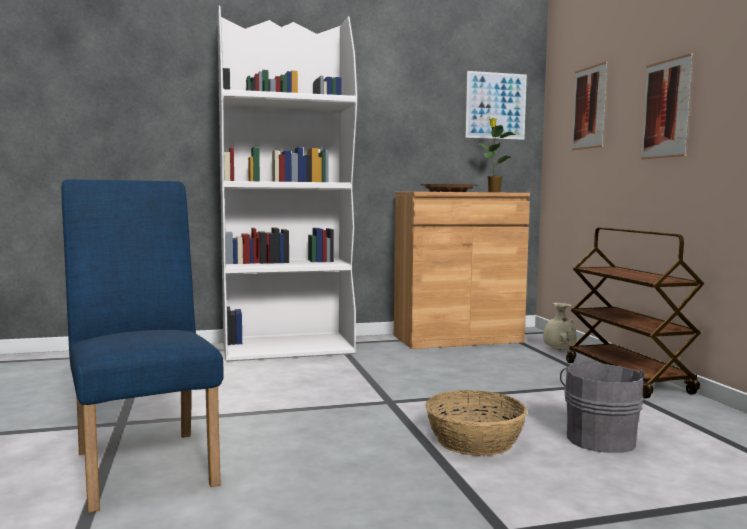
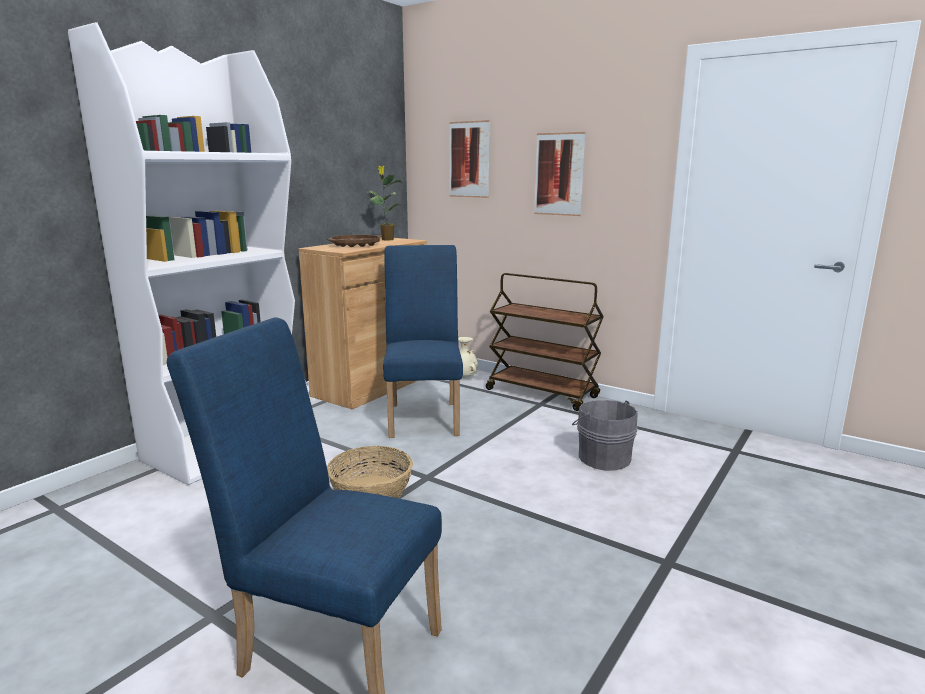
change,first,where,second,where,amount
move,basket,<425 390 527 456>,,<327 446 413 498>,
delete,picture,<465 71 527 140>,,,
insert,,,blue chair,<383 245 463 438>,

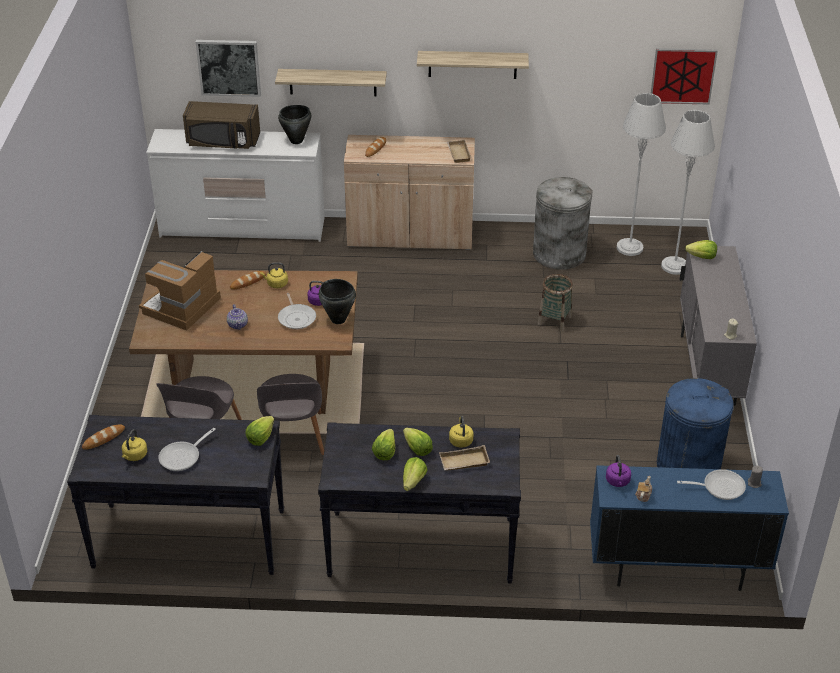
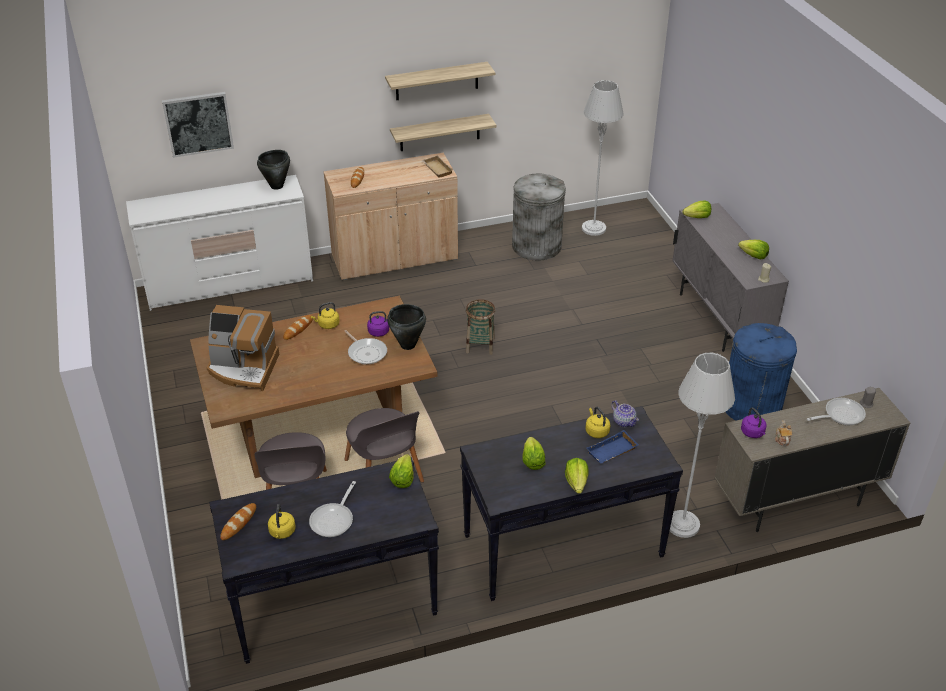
change,first,where,second,where,amount
rotate,coffee machine,<139 251 221 331>,,<206 305 279 391>,90 degrees counterclockwise
delete,brown microwave,<183 101 260 149>,,,
move,teapot,<227 304 248 330>,,<611 400 639 427>,
move,shelf,<275 69 387 96>,,<390 114 497 151>,
move,lettuce,<403 428 433 456>,,<738 240 769 260>,
recolor,beige tray,<439 445 490 470>,blue tray,<586 430 638 464>,
move,basket,<538 274 573 332>,,<466 299 495 355>,
recolor,blue cabinet,<590 465 789 591>,beige cabinet,<714 388 910 532>,
delete,picture,<651 48 718 105>,,,
move,grey floor lamp,<661 110 715 275>,,<670 352 735 538>,

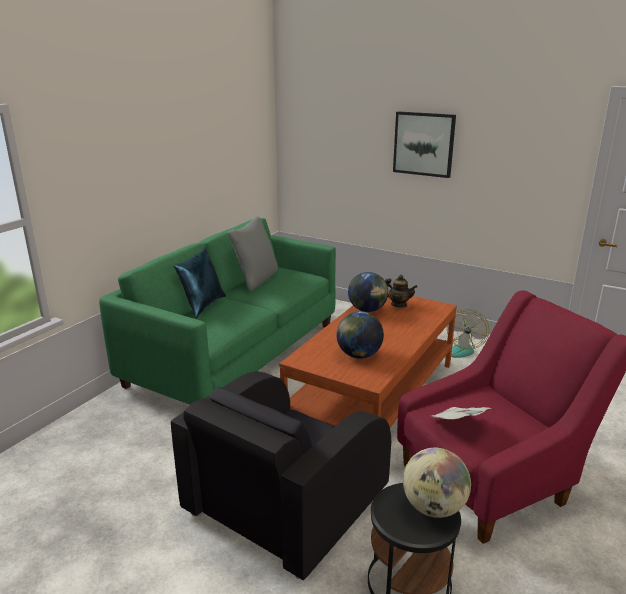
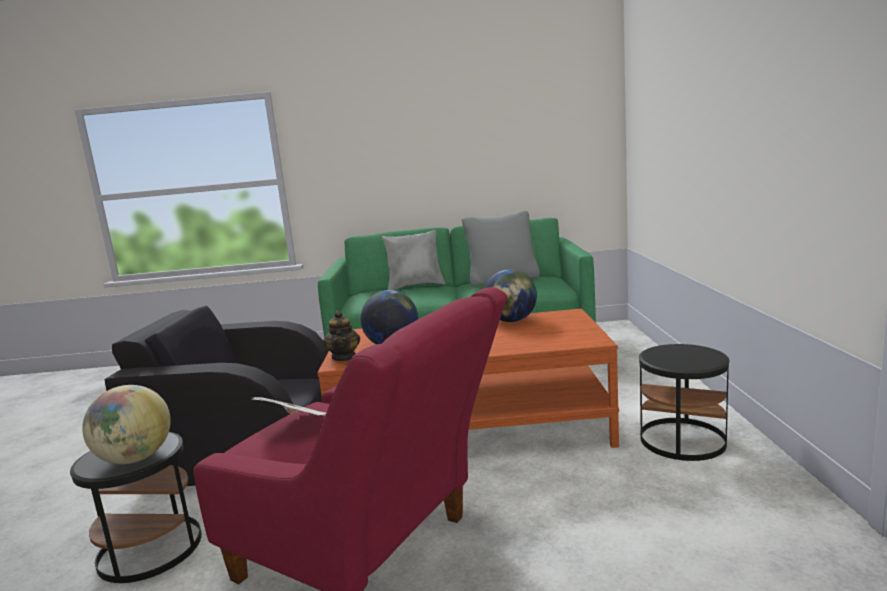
change,first,where,second,where,amount
recolor,blue pillow,<174 248 226 318>,grey pillow,<382 230 446 290>,
move,teapot,<385 275 417 307>,,<323 310 360 361>,
delete,picture,<393 111 456 178>,,,
replace,fan,<445 309 489 358>,black side table,<639 344 730 461>,

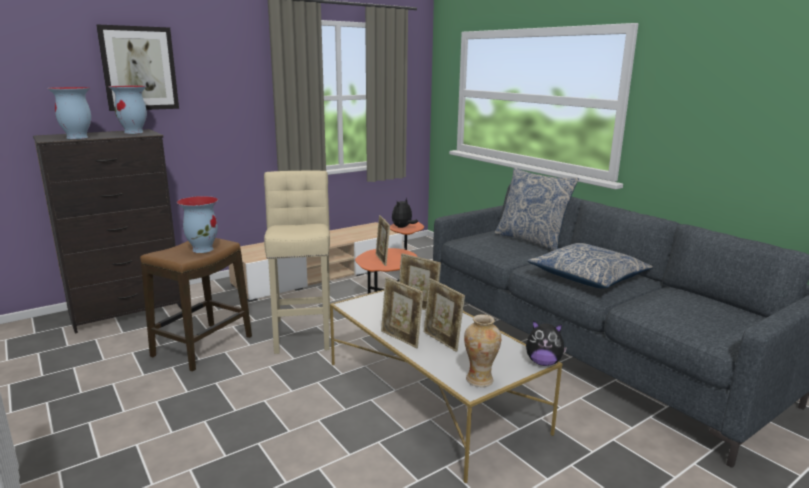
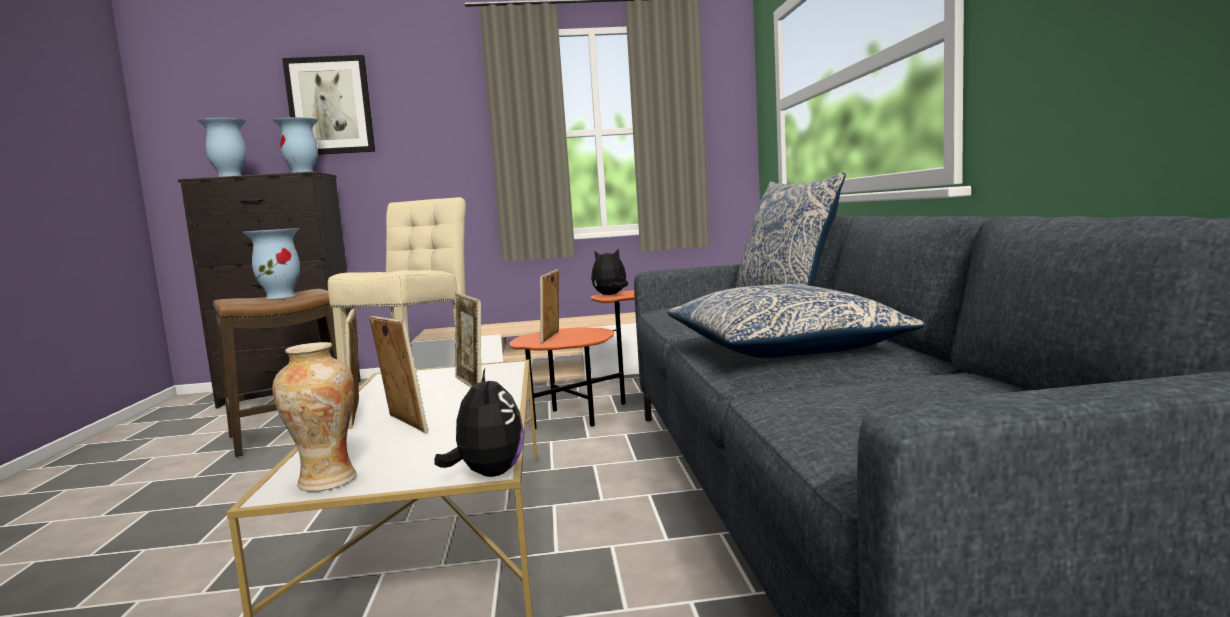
change,first,where,second,where,amount
rotate,picture frame,<424 278 465 352>,,<369 316 428 433>,150 degrees clockwise
rotate,plush toy,<526 320 567 366>,,<434 369 524 477>,150 degrees counterclockwise

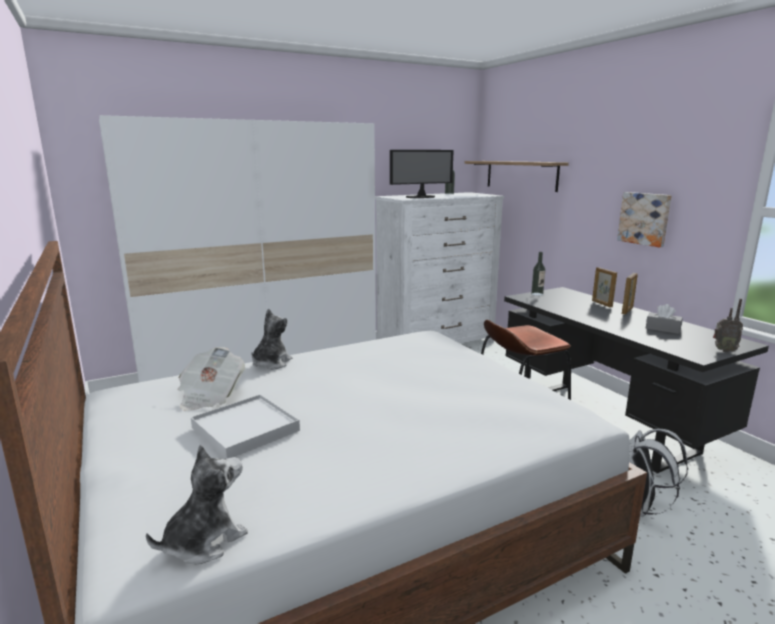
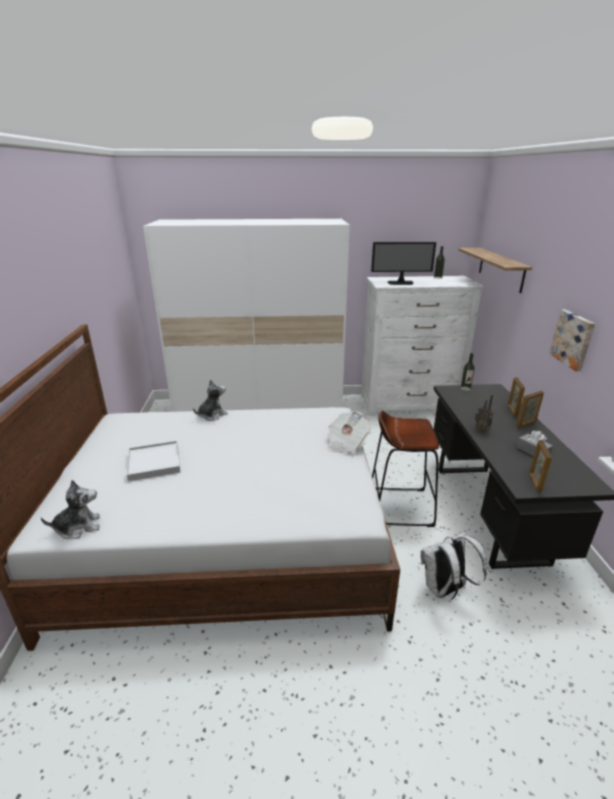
change,first,where,second,where,amount
move,newspaper,<177 347 245 411>,,<327 411 371 453>,
move,radio,<713 298 743 353>,,<475 394 493 432>,
insert,,,picture frame,<529 440 552 493>,

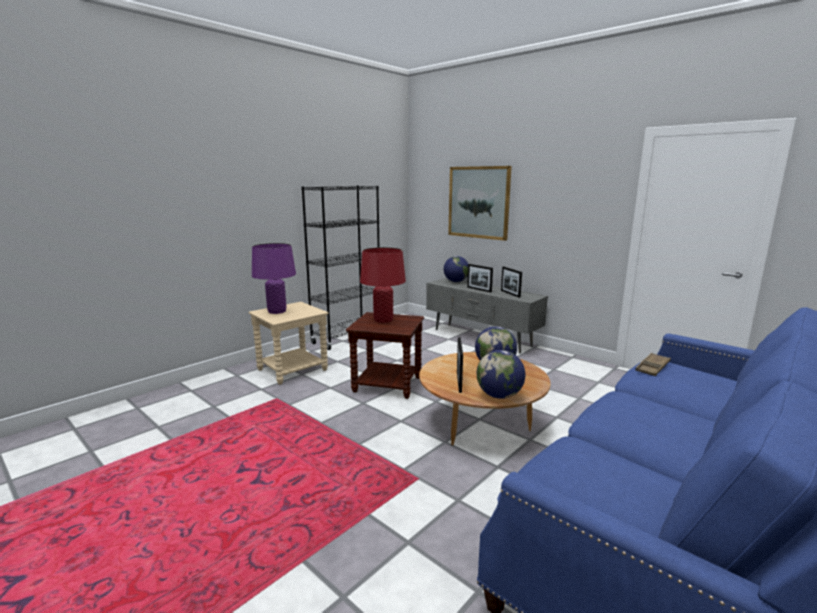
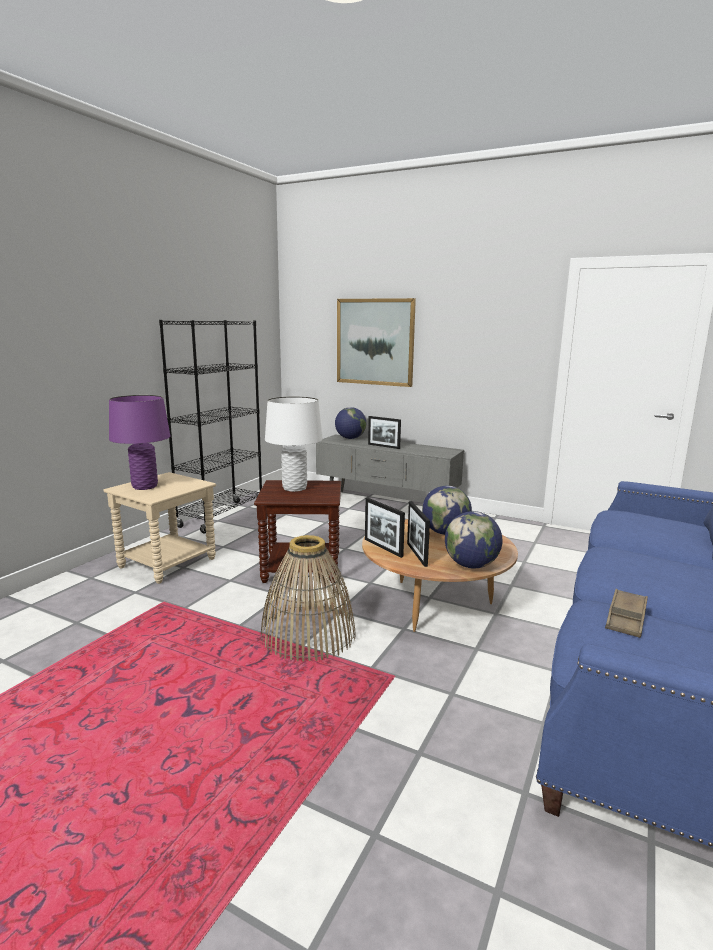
change,first,where,second,where,amount
recolor,red table lamp,<360 247 406 323>,white table lamp,<265 397 323 492>,
move,picture frame,<501 267 522 298>,,<365 498 405 558>,
move,brown tray,<635 353 671 376>,,<605 589 648 638>,
insert,,,basket,<261 535 356 662>,

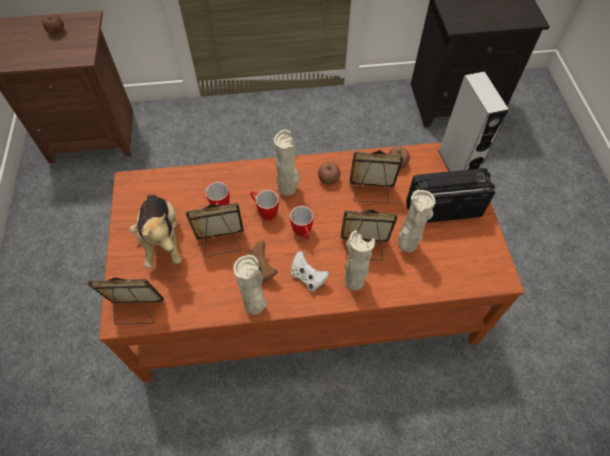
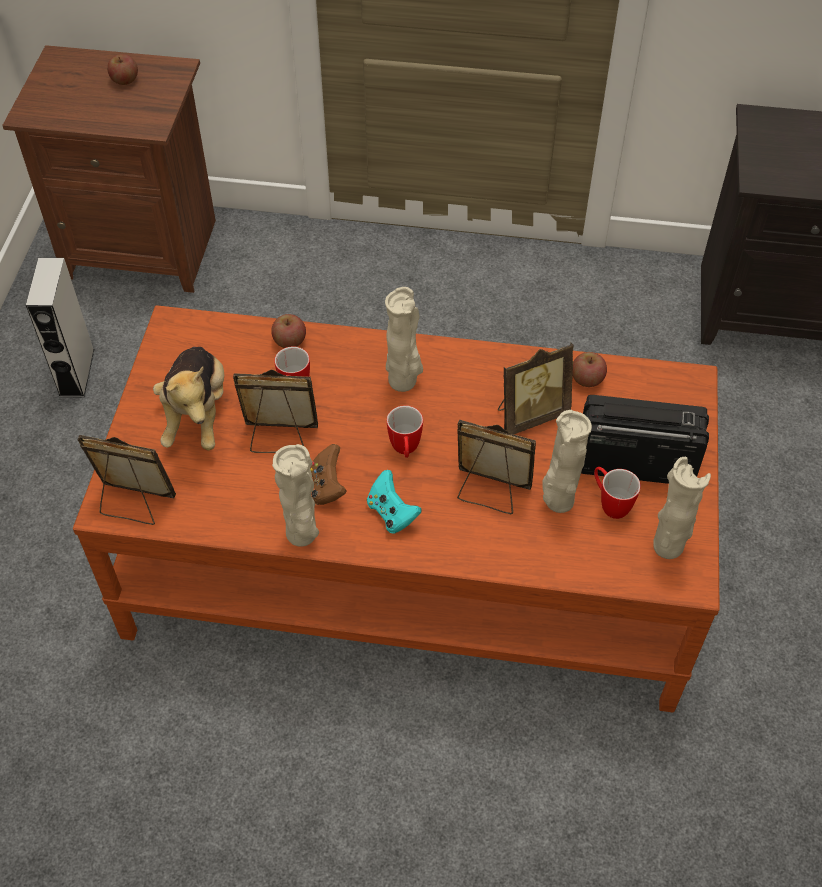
change,first,where,second,where,amount
move,mug,<251 190 279 220>,,<594 467 641 519>,
recolor,white game controller,<290 251 330 291>,turquoise game controller,<367 470 422 534>,
move,apple,<318 162 340 185>,,<271 314 306 348>,
move,beige vase,<344 230 375 291>,,<653 457 711 559>,
rotate,picture frame,<350 150 403 204>,,<498 343 574 434>,135 degrees clockwise
move,grey speaker,<438 71 509 172>,,<26 258 94 397>,

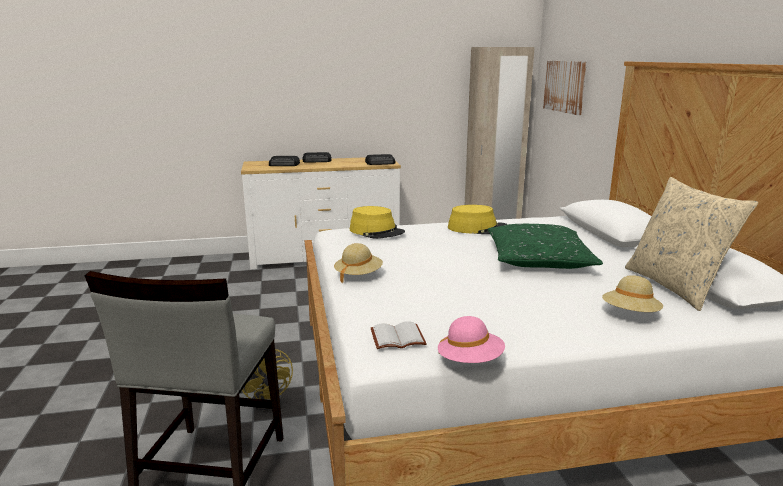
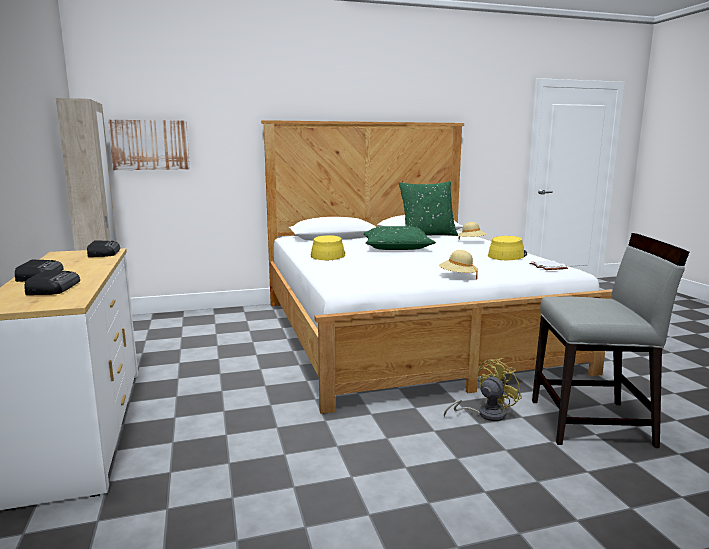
change,first,where,second,where,amount
move,yellow hat,<350 206 405 239>,,<488 236 527 260>,
delete,pink hat,<438 316 505 363>,,,
recolor,beige pillow,<625 177 758 311>,green pillow,<399 181 458 236>,

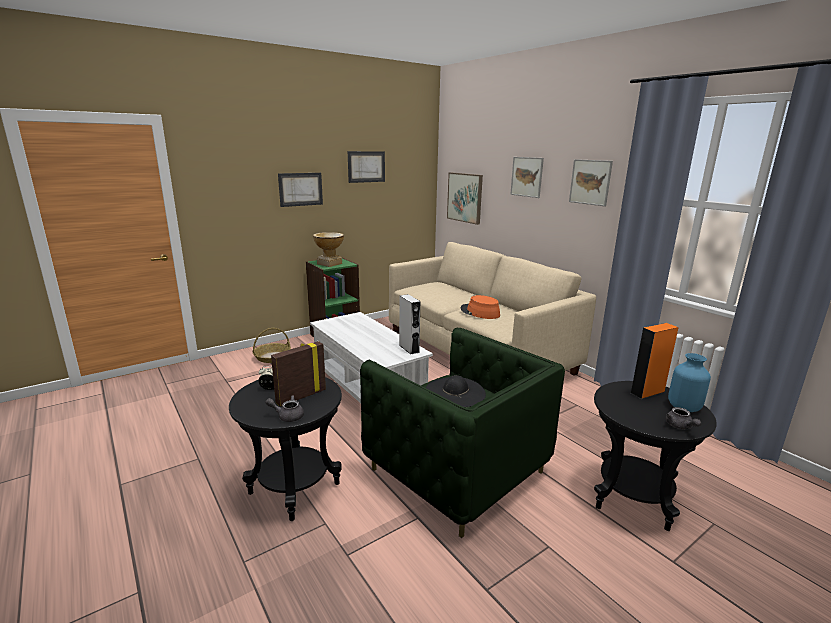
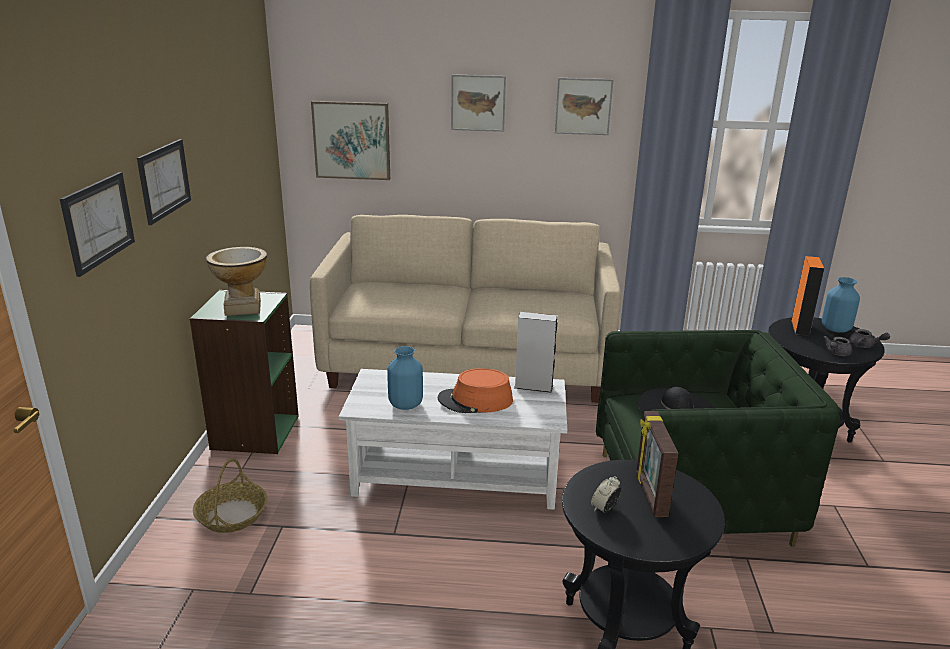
change,first,where,second,where,amount
move,grey teapot,<265 395 304 422>,,<823 336 852 356>,
move,picture,<348 151 385 183>,,<60 172 135 277>,
move,orange hat,<461 295 500 319>,,<438 368 513 413>,
insert,,,blue vase,<387 346 423 410>,

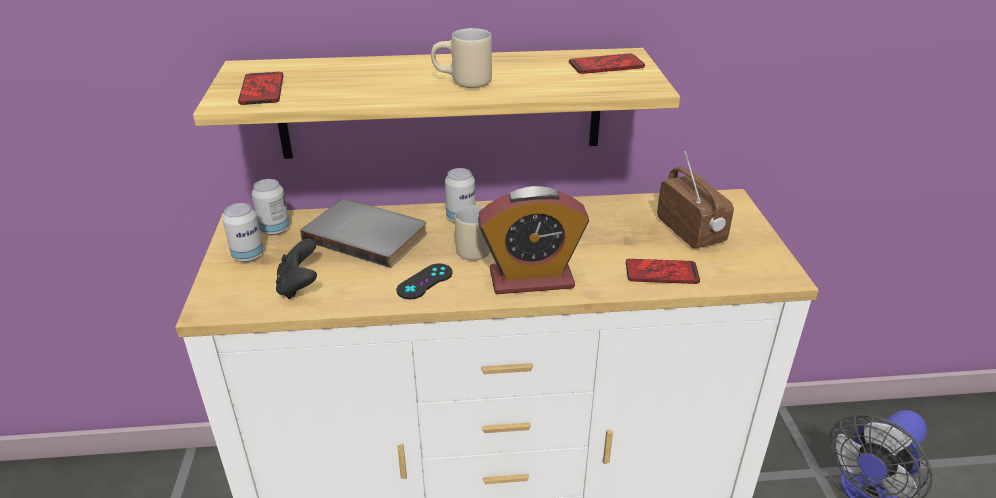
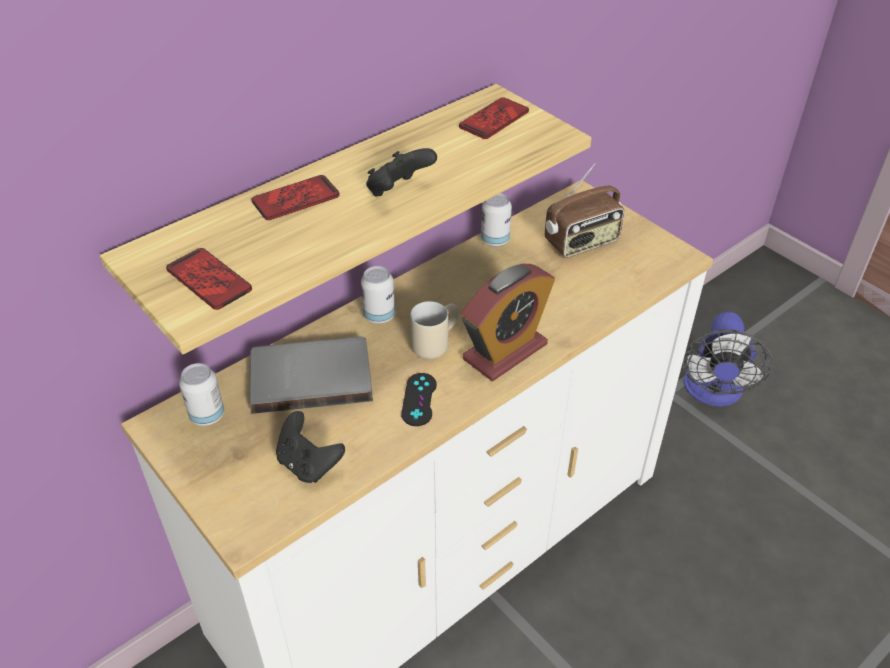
change,first,where,second,where,amount
move,can,<222 203 264 262>,,<481 193 512 247>,
replace,beige mug,<431 28 492 88>,black game controller,<366 148 437 197>,
move,phone,<626 259 700 284>,,<251 175 340 220>,
rotate,radio,<657 151 734 249>,,<545 163 624 258>,120 degrees clockwise

